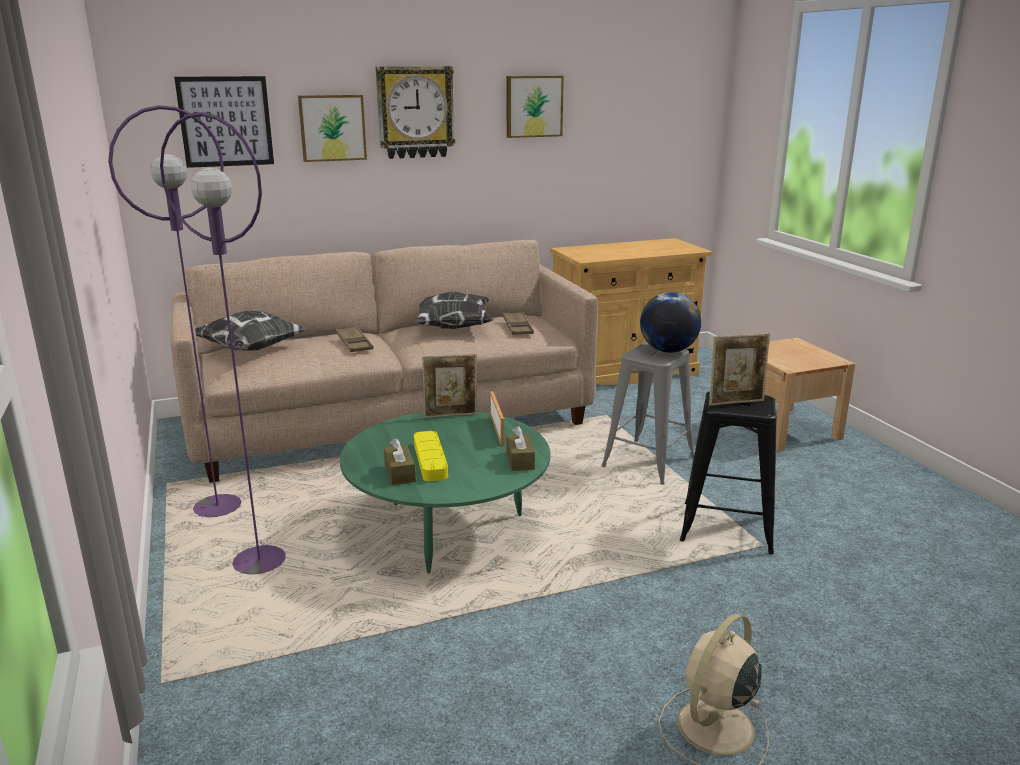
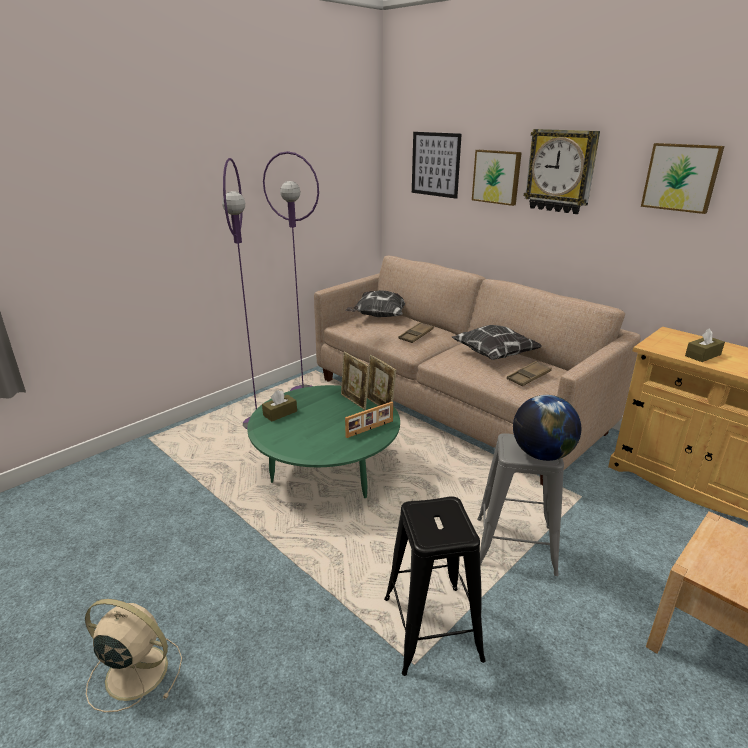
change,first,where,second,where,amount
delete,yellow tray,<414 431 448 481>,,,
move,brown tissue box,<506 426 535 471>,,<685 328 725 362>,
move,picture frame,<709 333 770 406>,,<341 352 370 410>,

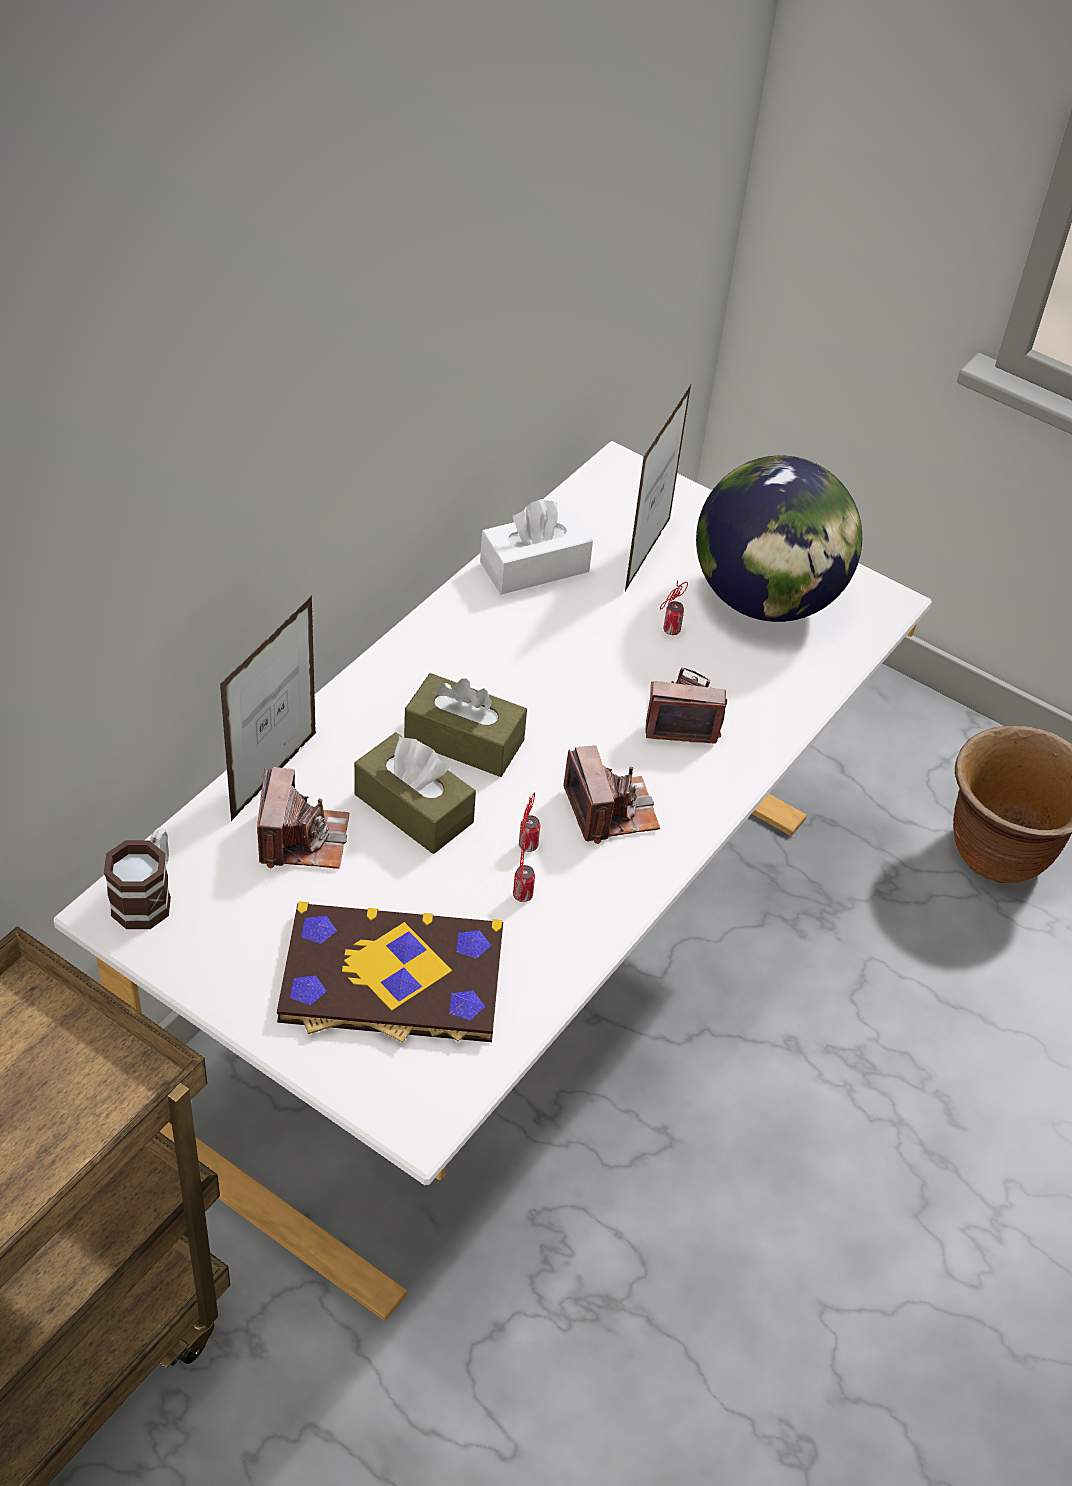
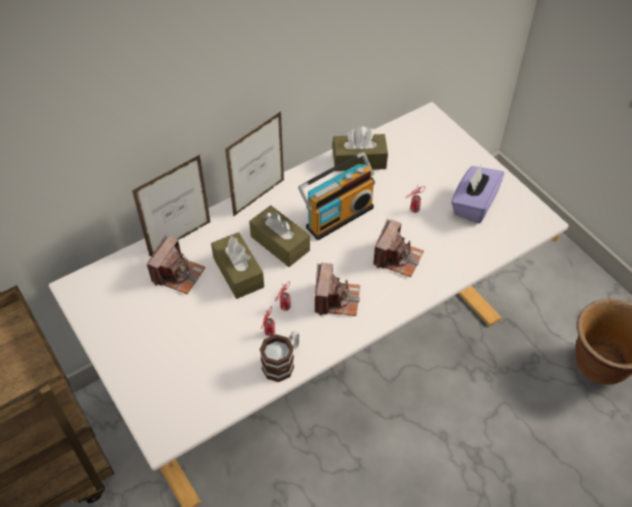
change,first,where,second,where,amount
move,mug,<104 827 171 929>,,<260 330 299 382>,
delete,book,<277 901 503 1043>,,,
recolor,white tissue box,<480 499 593 595>,brown tissue box,<332 126 388 171>,
move,picture frame,<625 385 691 591>,,<225 111 284 216>,
rotate,photo camera,<645 667 727 744>,,<373 219 424 277>,90 degrees clockwise
replace,globe,<696 455 862 622>,purple tissue box,<451 165 504 224>,
insert,,,radio,<298 152 375 240>,

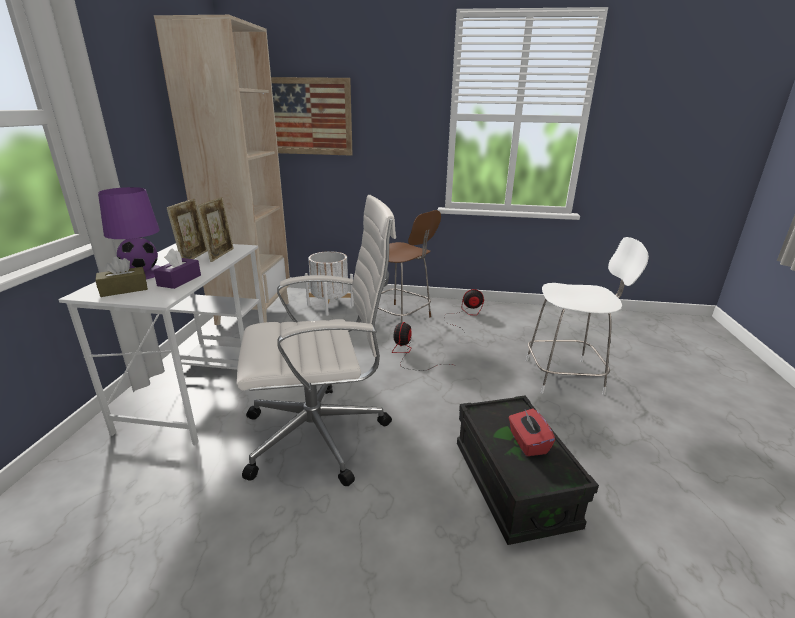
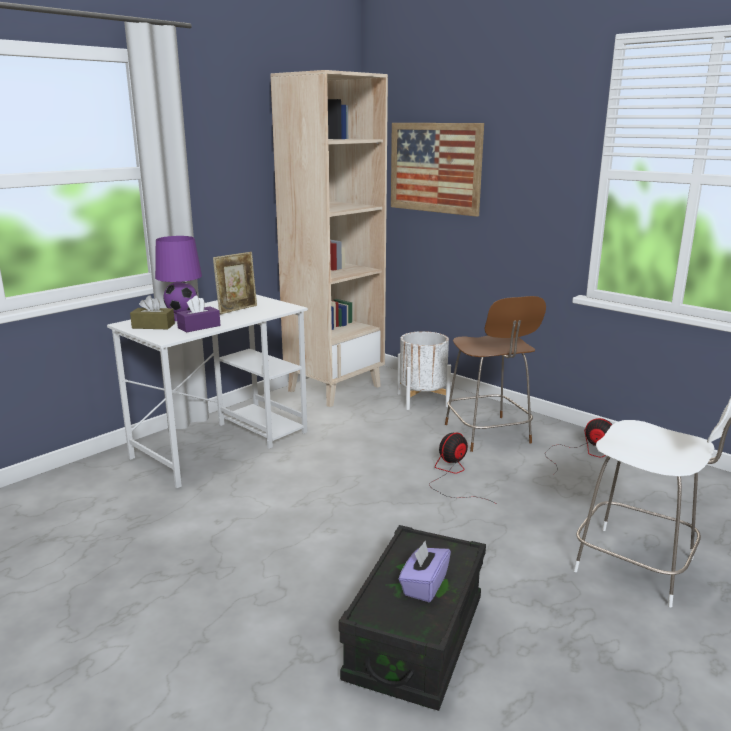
change,first,where,second,where,amount
delete,picture frame,<197 197 234 262>,,,
delete,white office chair,<237 195 396 486>,,,
recolor,red tissue box,<508 409 555 456>,purple tissue box,<399 541 451 602>,

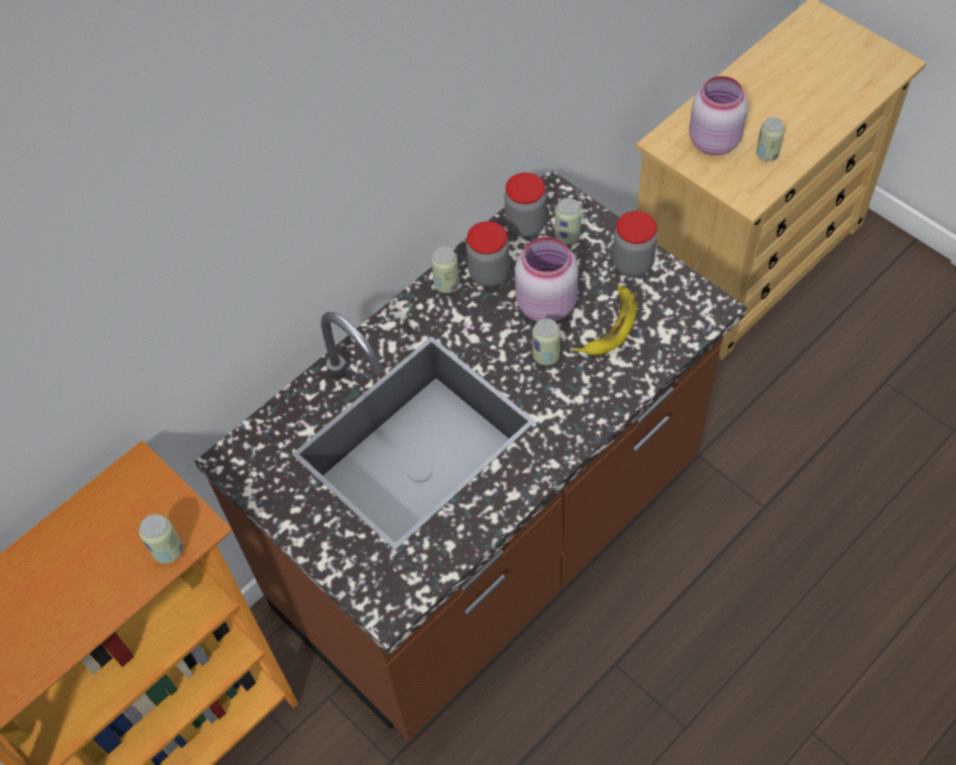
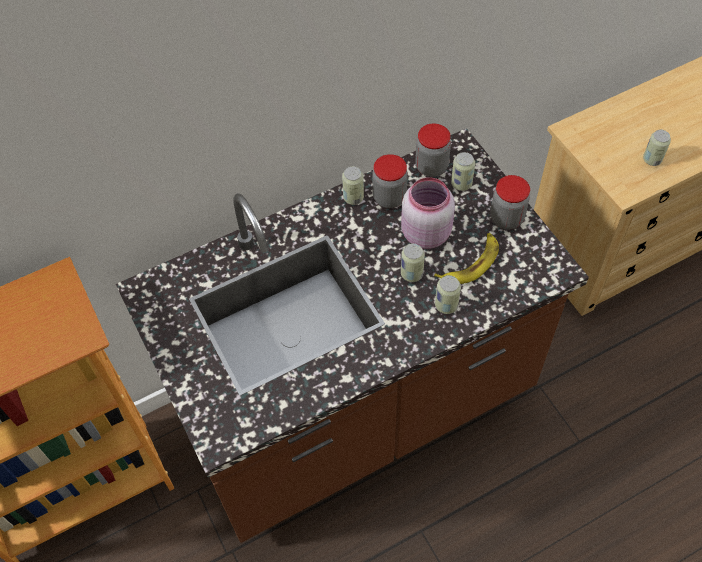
change,first,where,second,where,amount
move,can,<139 514 183 564>,,<435 275 461 314>,
delete,pink jar,<689 76 748 155>,,,

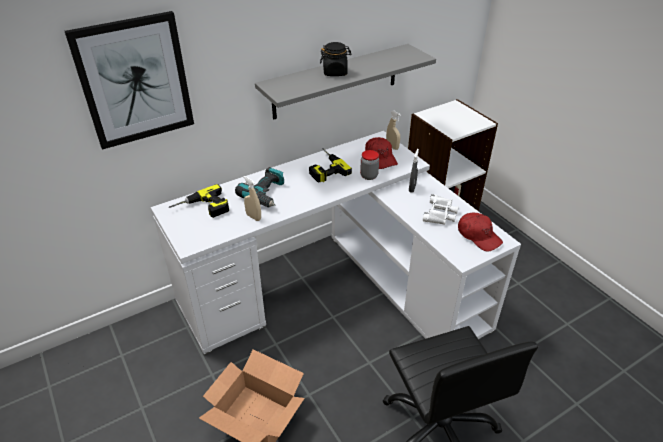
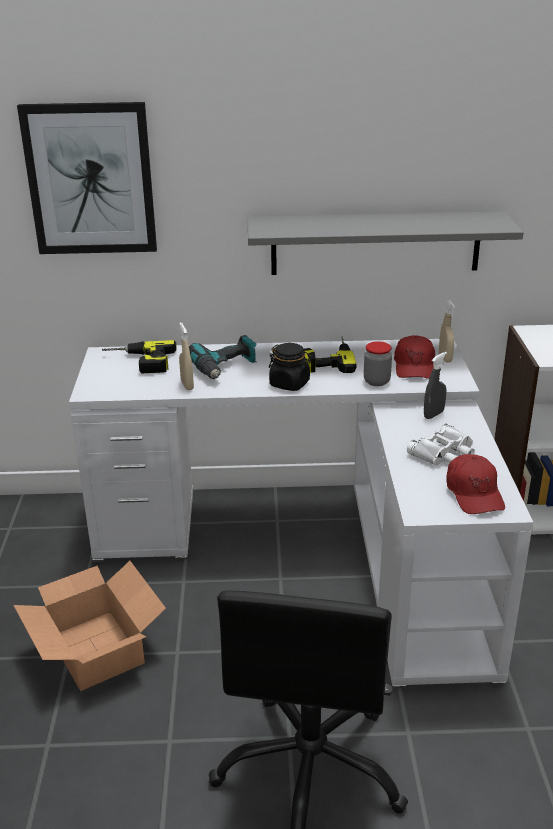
change,first,where,second,where,amount
move,black jar,<320 42 351 76>,,<269 343 312 391>,

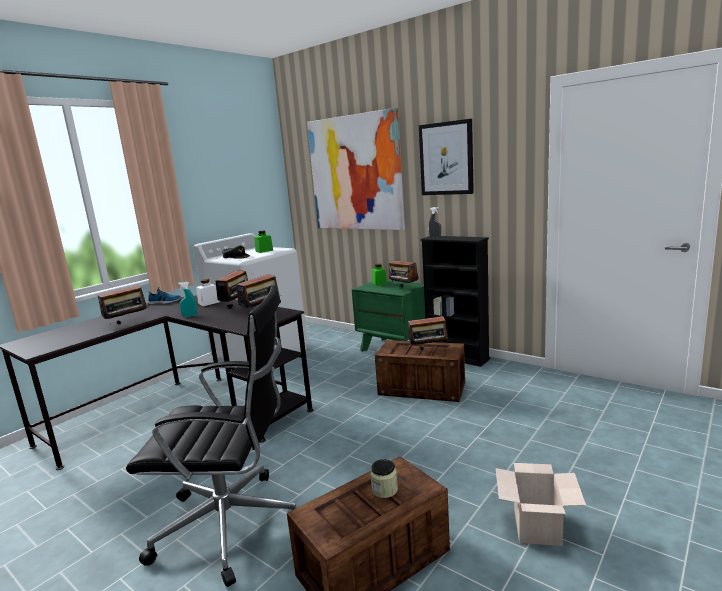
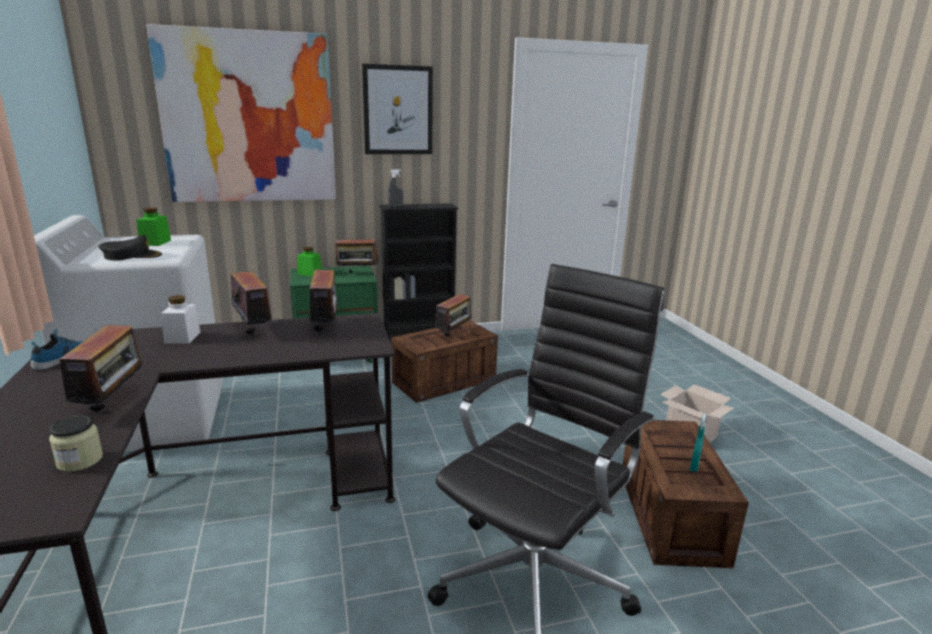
change,first,where,second,where,amount
move,turquoise spray bottle,<178 282 197 317>,,<690 414 706 472>,
move,jar,<370 459 398 498>,,<49 415 103 472>,

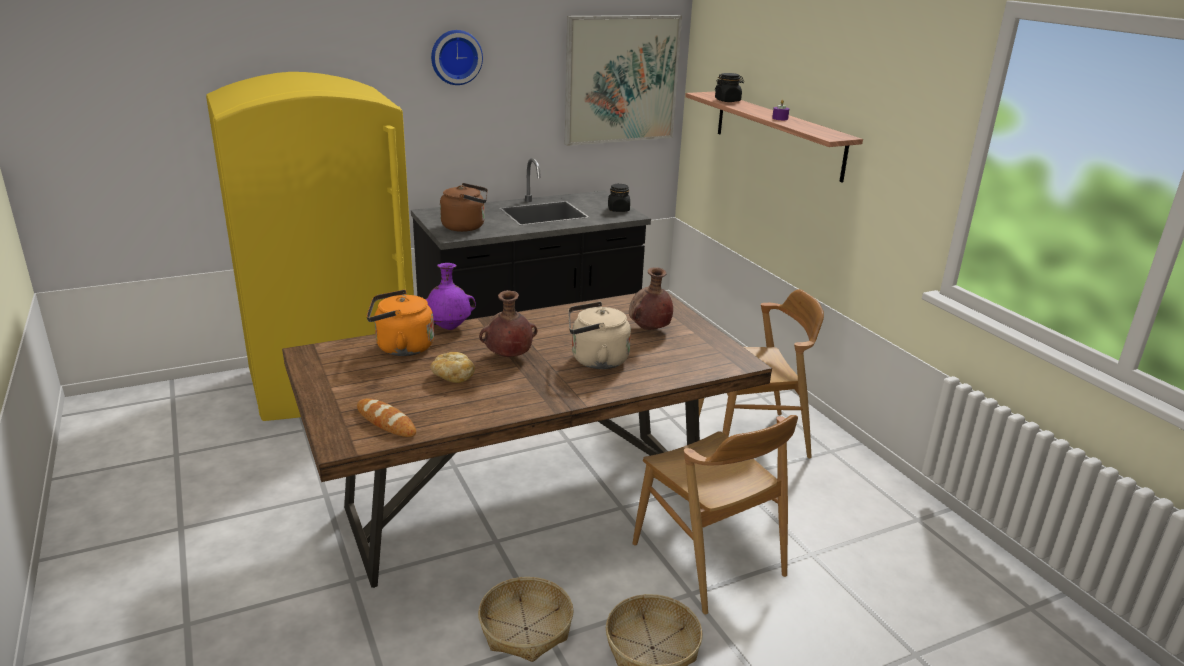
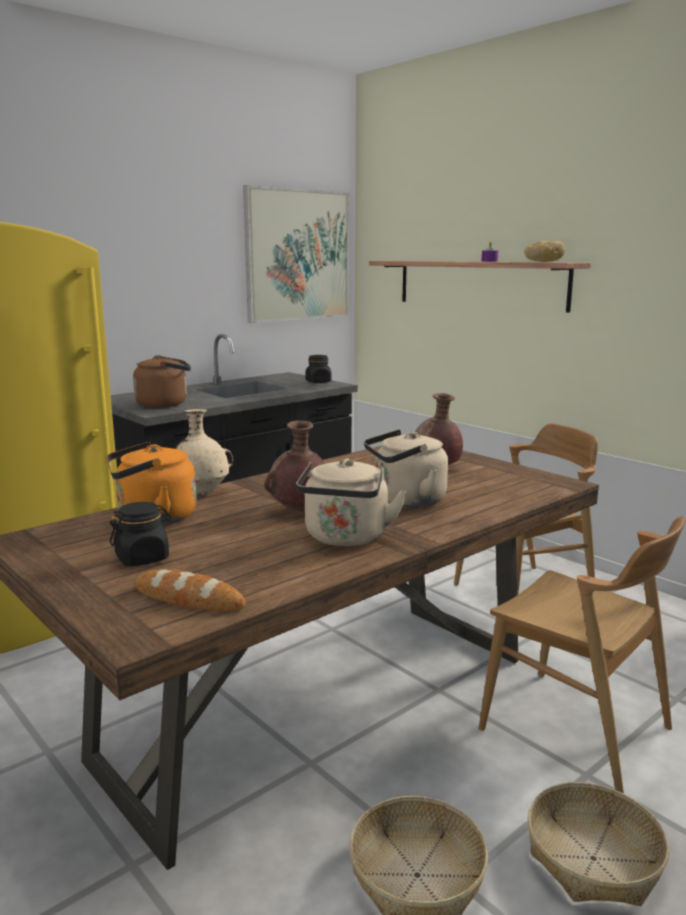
change,first,where,second,where,amount
recolor,purple vase,<425 263 476 330>,beige vase,<175 409 233 495>,
move,bread,<430 352 475 383>,,<524 241 565 262>,
delete,wall clock,<431 30 483 85>,,,
move,black jar,<715 73 744 102>,,<109 502 171 566>,
insert,,,beige kettle,<296 459 406 546>,

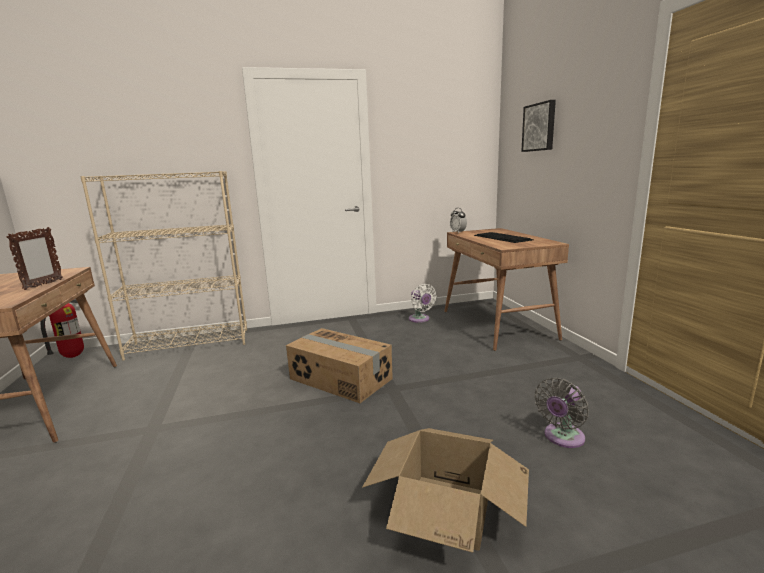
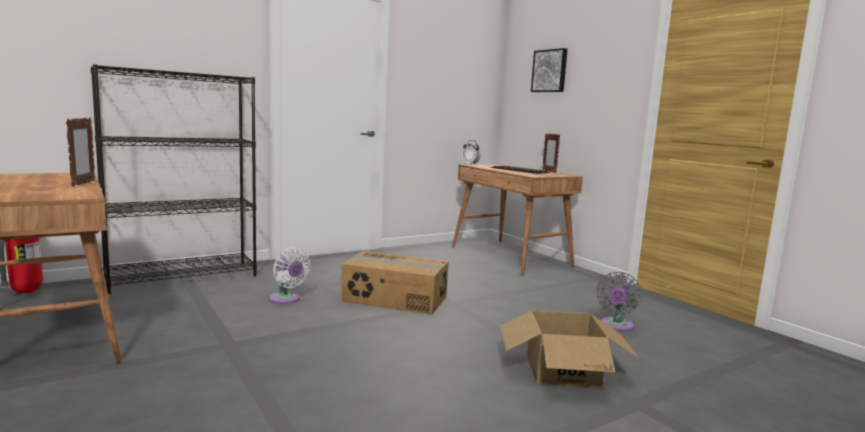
change,first,where,second,where,amount
recolor,beige bookcase,<80 171 247 361>,black bookcase,<91 64 257 294>,
move,white fan,<409 284 436 323>,,<269 247 311 304>,
insert,,,picture frame,<542 133 560 173>,

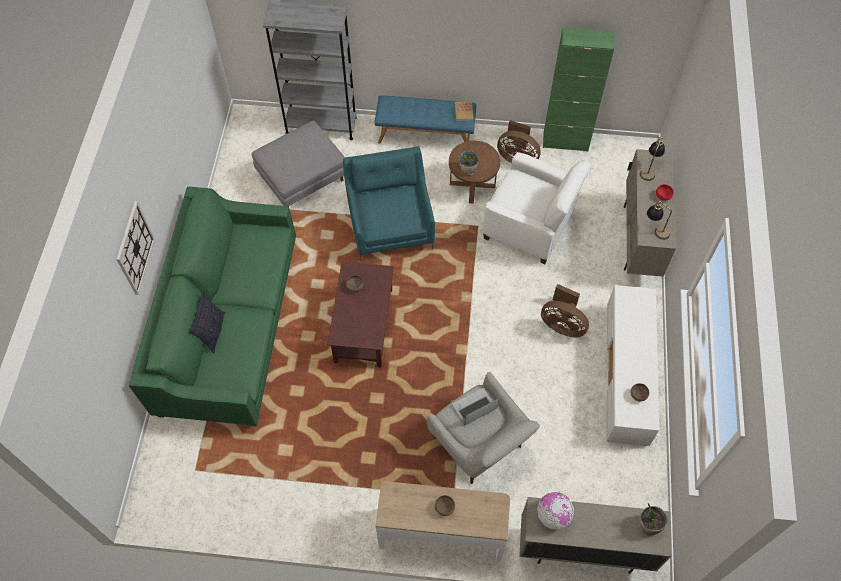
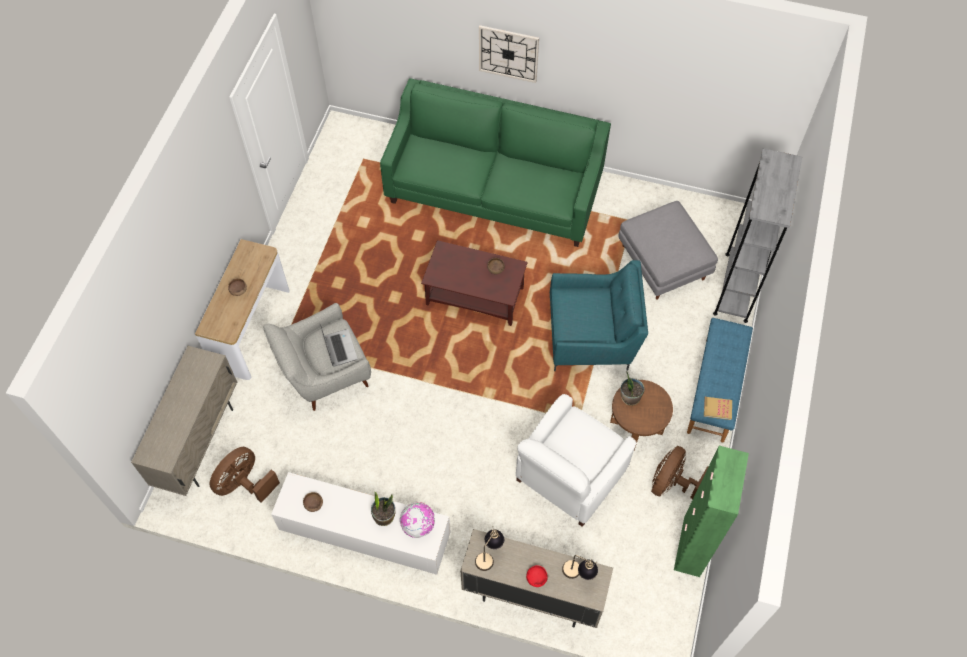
change,first,where,second,where,amount
delete,pillow,<190 291 225 353>,,,
move,globe,<537 492 574 530>,,<400 502 435 538>,
move,brown fan,<541 284 589 337>,,<210 447 280 503>,
move,potted plant,<639 503 667 536>,,<371 491 396 526>,

